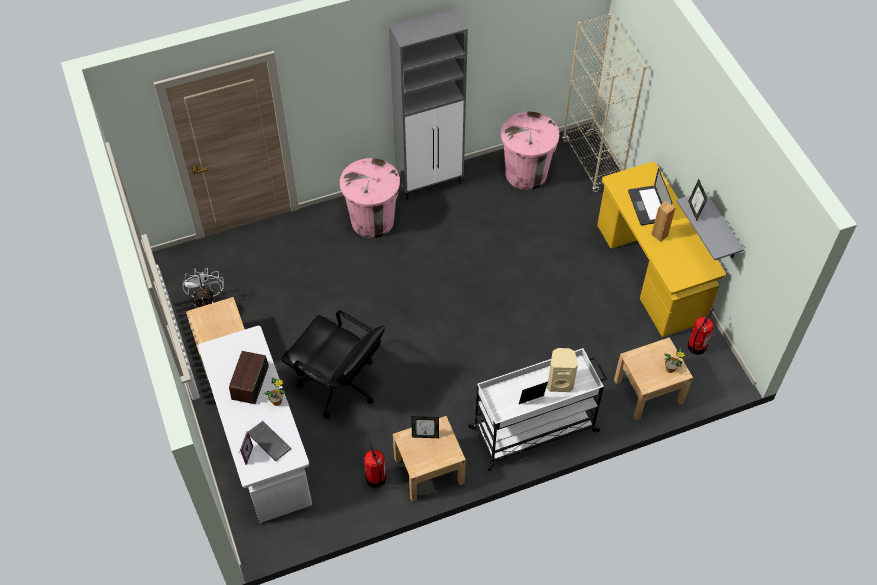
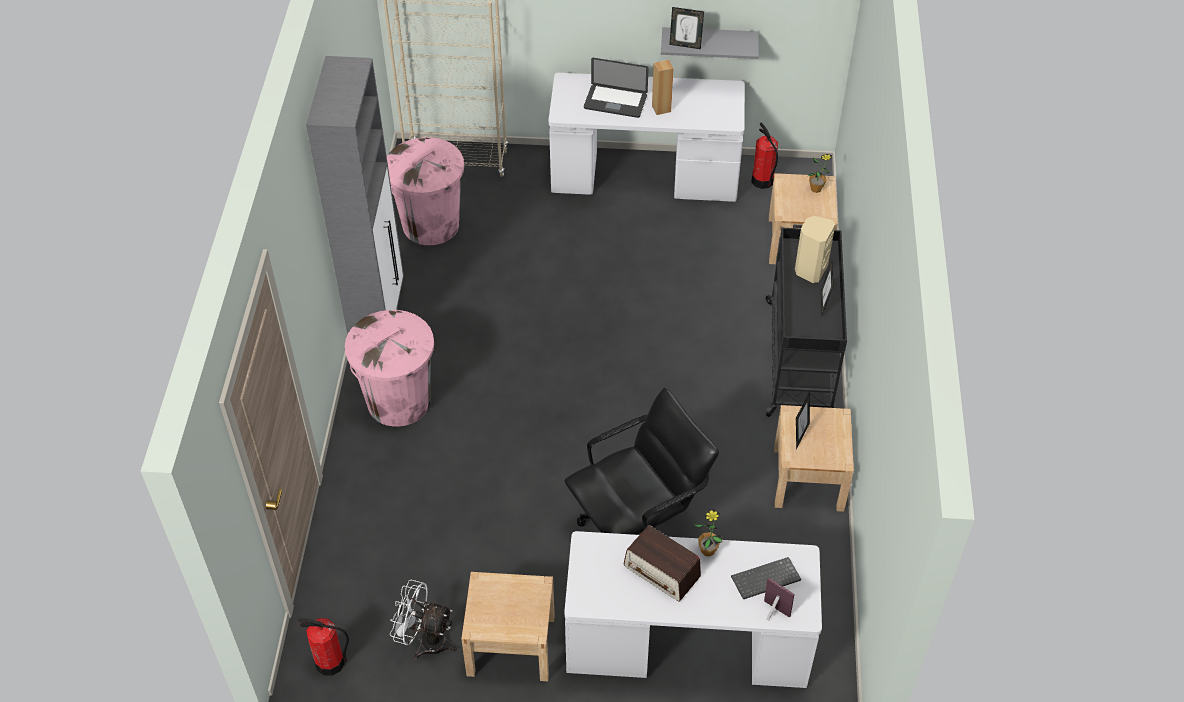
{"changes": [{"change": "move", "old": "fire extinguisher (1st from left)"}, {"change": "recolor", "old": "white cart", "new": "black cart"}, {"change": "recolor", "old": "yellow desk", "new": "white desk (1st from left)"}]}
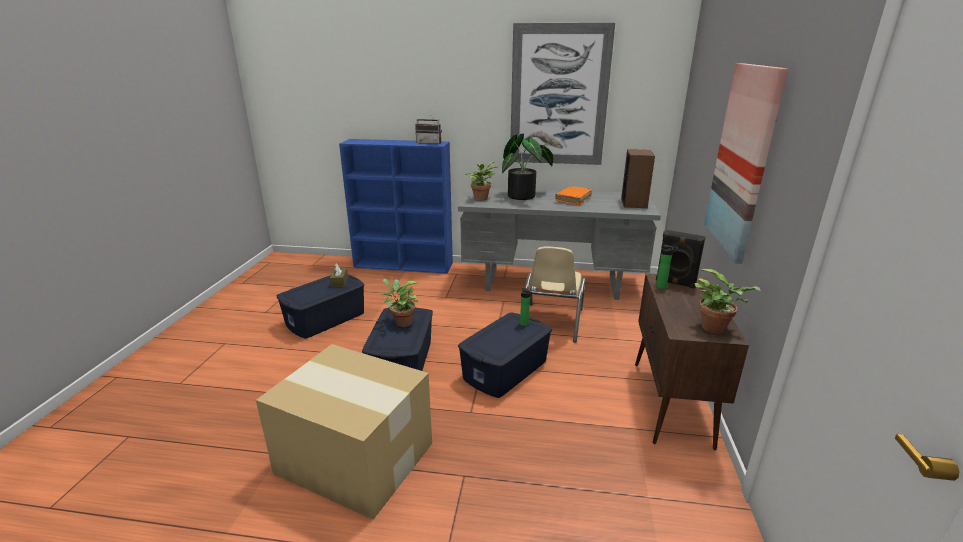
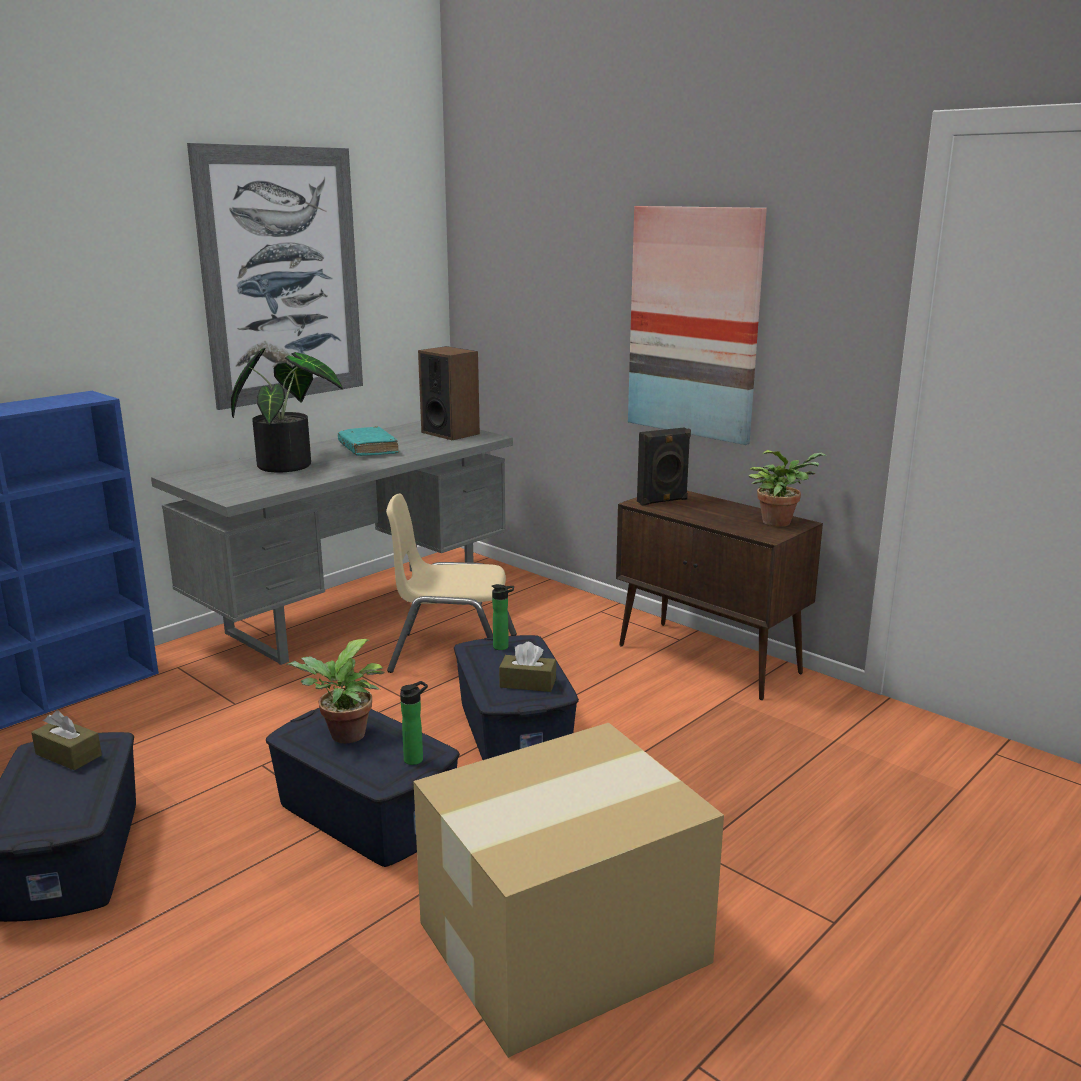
{"changes": [{"change": "delete", "old": "radio"}, {"change": "delete", "old": "potted plant (2nd from left)"}, {"change": "rotate", "old": "beige chair", "degrees": 135}, {"change": "recolor", "old": "orange book", "new": "turquoise book"}, {"change": "move", "old": "bottle (2nd from left in the first image)", "new": "bottle (1st from left)"}, {"change": "insert", "new": "brown tissue box (2nd from left)"}]}
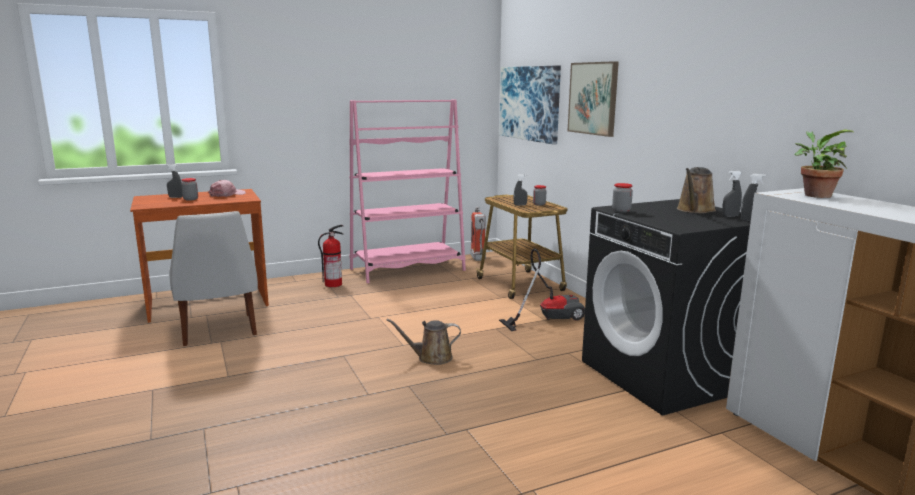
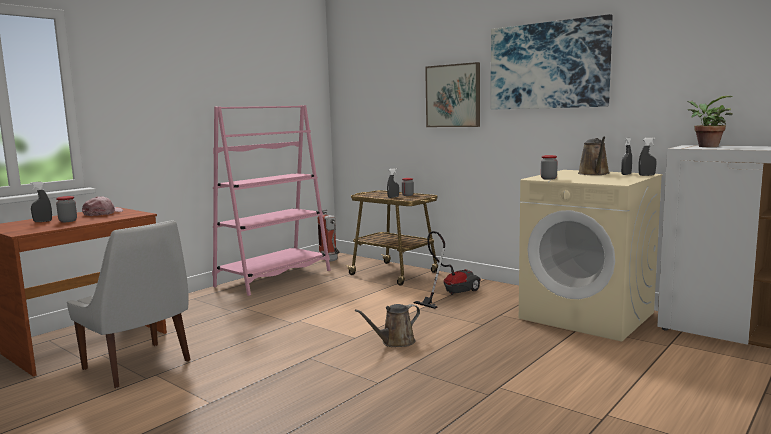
{"changes": [{"change": "delete", "old": "fire extinguisher (1st from left)"}, {"change": "move", "old": "picture (1st from left in the first image)", "new": "picture (2nd from left)"}, {"change": "recolor", "old": "black washing machine", "new": "beige washing machine"}]}
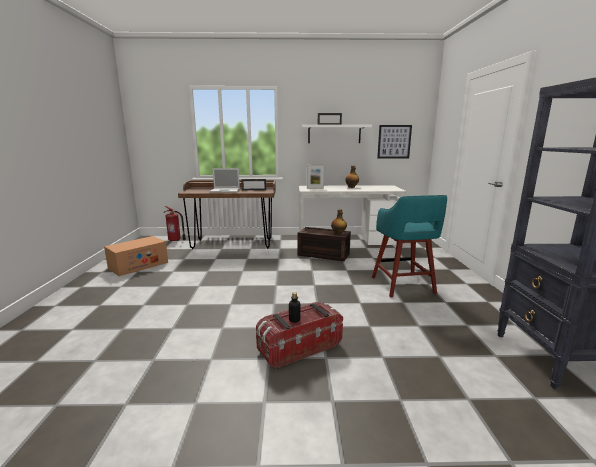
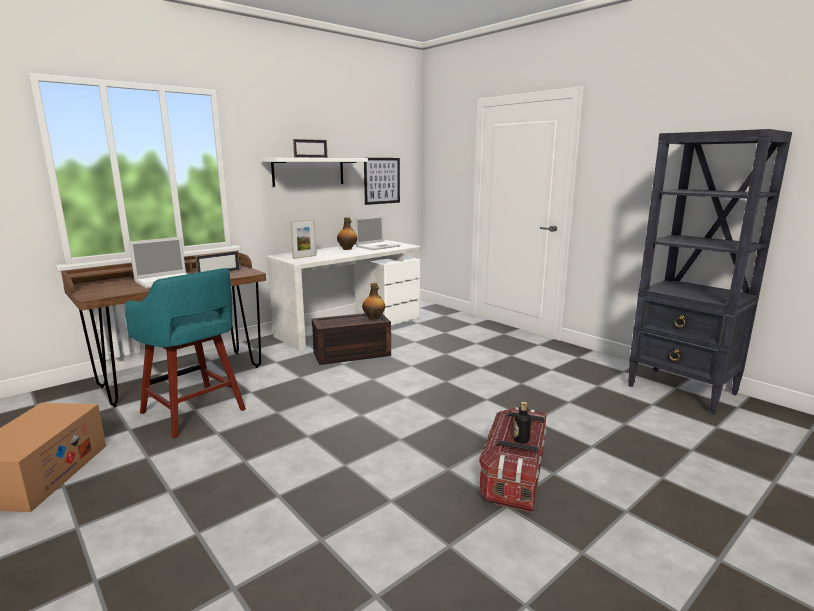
{"changes": [{"change": "delete", "old": "fire extinguisher"}, {"change": "move", "old": "turquoise stool"}, {"change": "insert", "new": "laptop (2nd from left)"}]}
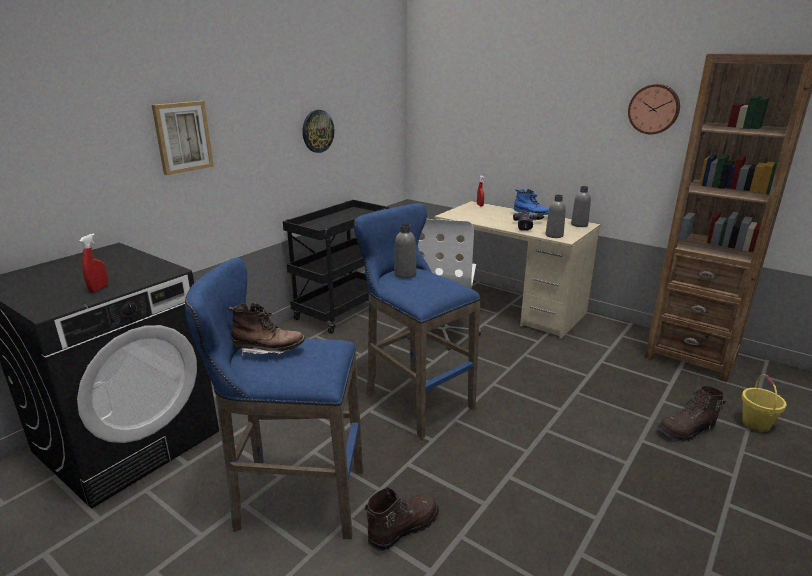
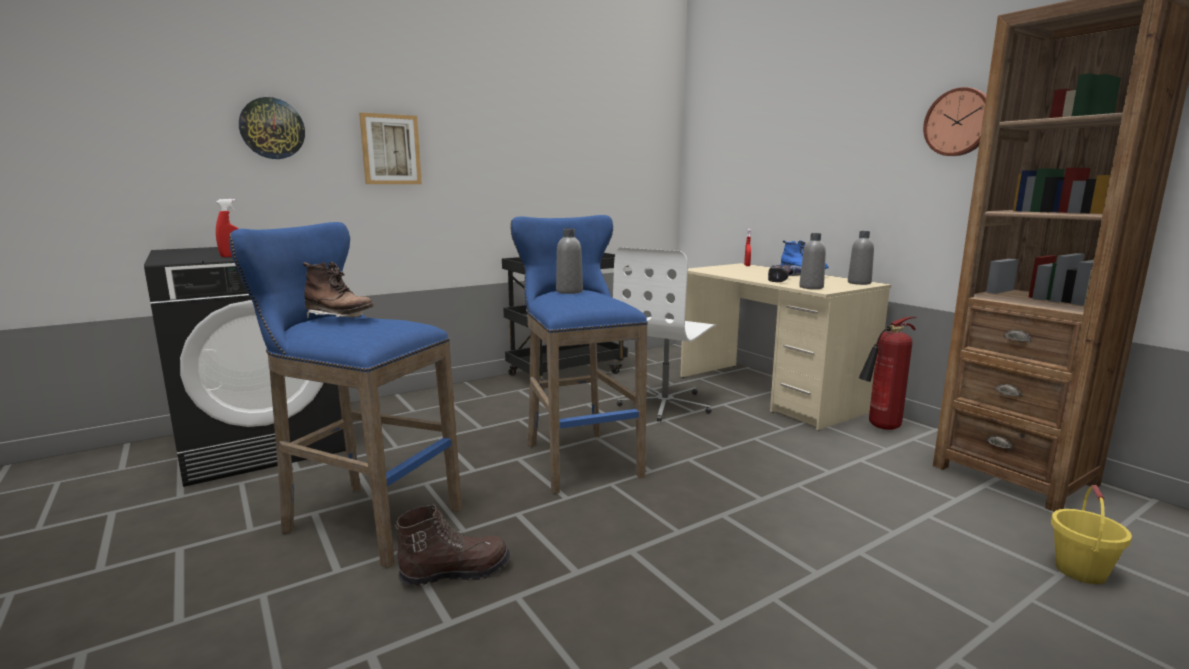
{"changes": [{"change": "move", "old": "wall clock (1st from left)"}, {"change": "delete", "old": "brown boot (3rd from left)"}, {"change": "insert", "new": "fire extinguisher"}]}
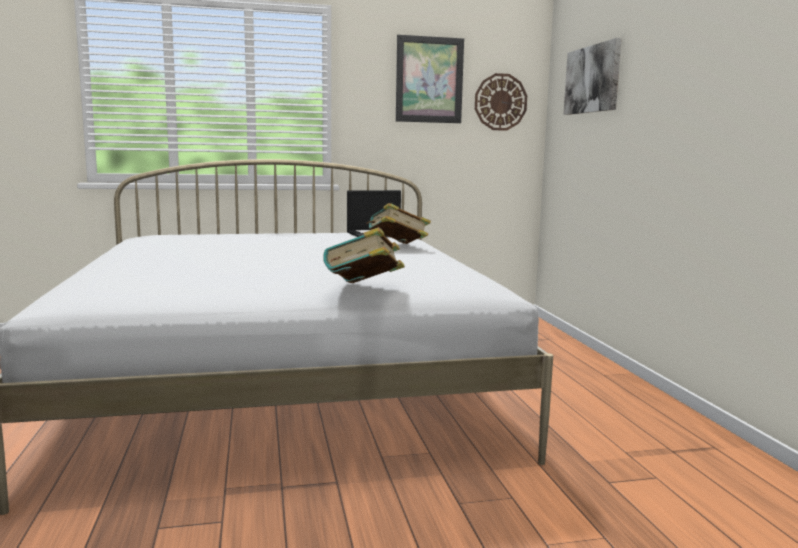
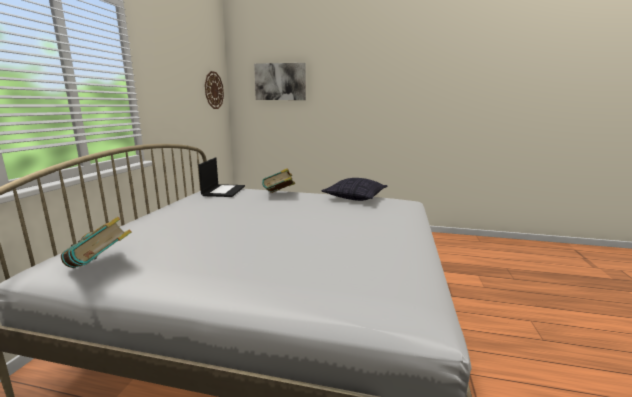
{"changes": [{"change": "move", "old": "book (1st from left)"}, {"change": "delete", "old": "picture (1st from left)"}, {"change": "insert", "new": "pillow"}]}
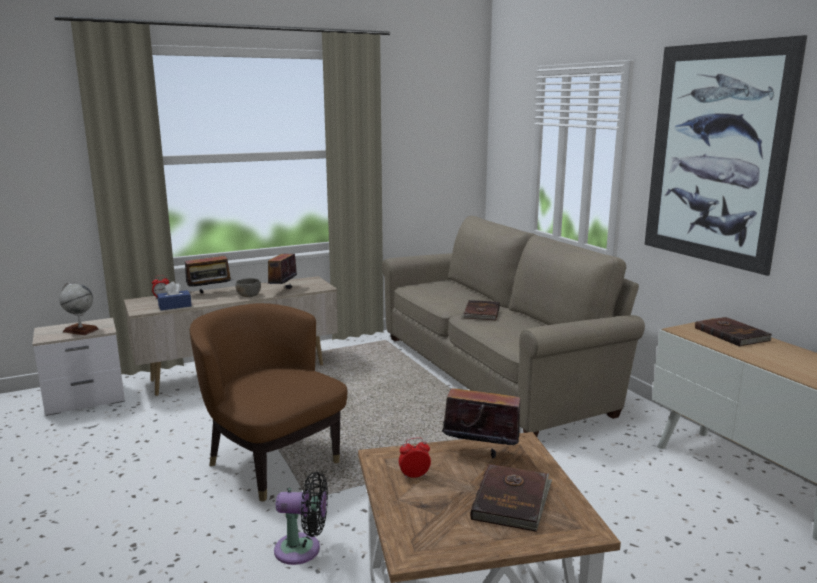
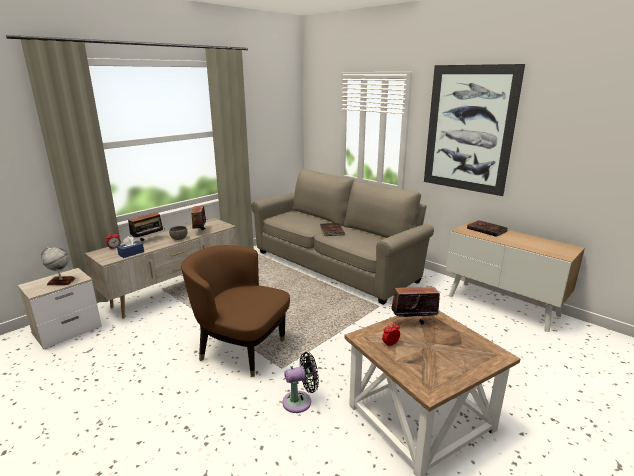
{"changes": [{"change": "delete", "old": "brown book (2nd from left)"}]}
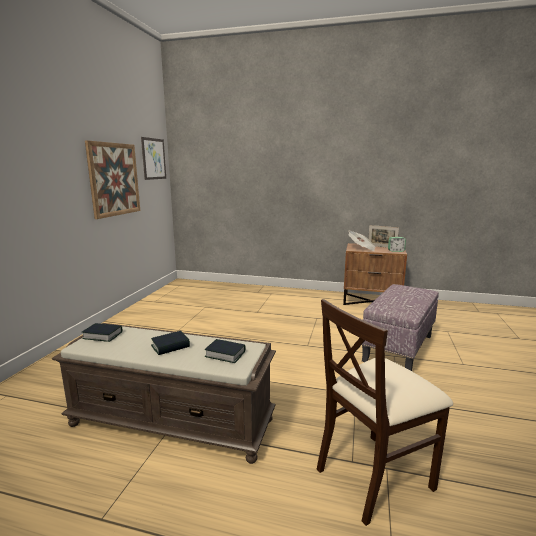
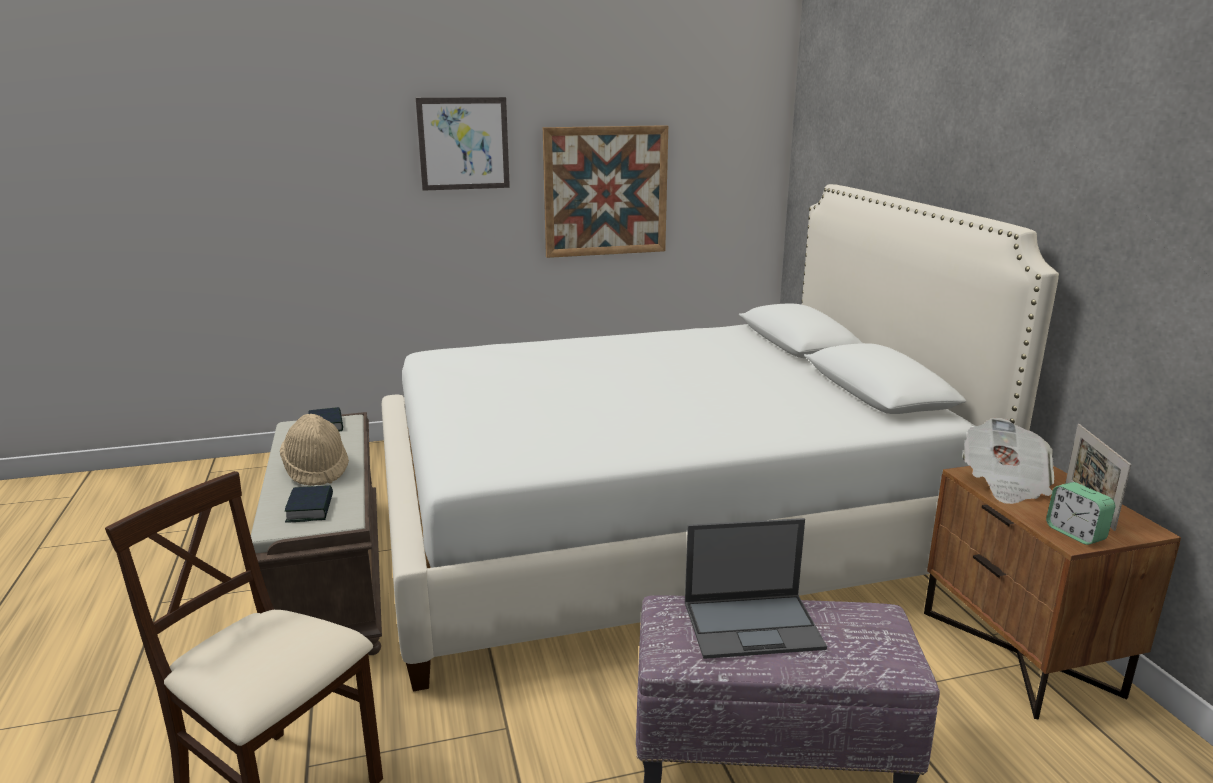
{"changes": [{"change": "move", "old": "picture (2nd from left in the first image)", "new": "picture (1st from left)"}, {"change": "replace", "old": "book (2nd from left)", "new": "beige hat"}, {"change": "insert", "new": "white bed"}, {"change": "insert", "new": "laptop"}]}
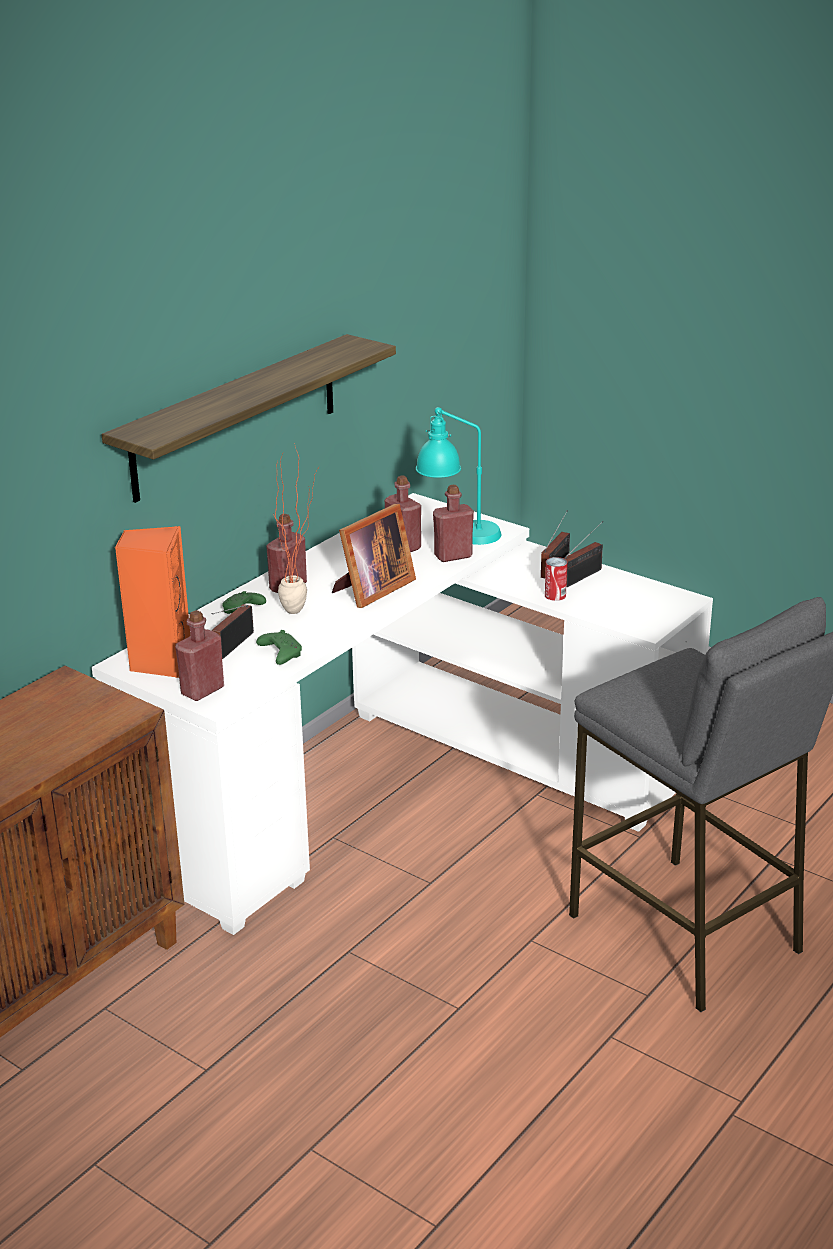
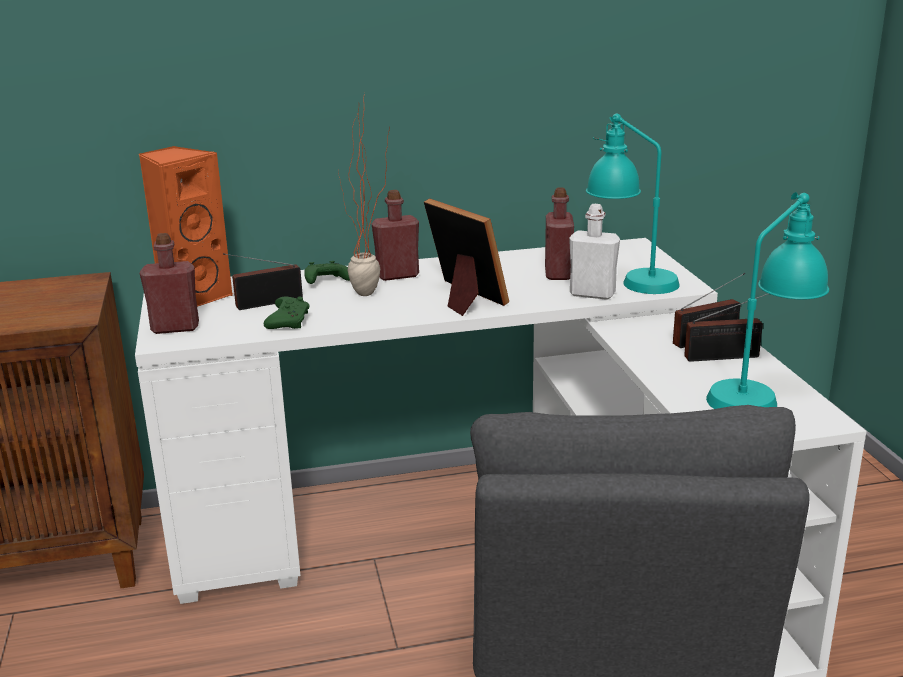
{"changes": [{"change": "delete", "old": "shelf"}, {"change": "rotate", "old": "picture frame", "degrees": -120}, {"change": "recolor", "old": "red bottle (4th from left)", "new": "white bottle"}, {"change": "delete", "old": "can"}, {"change": "insert", "new": "turquoise table lamp (2nd from left)"}]}
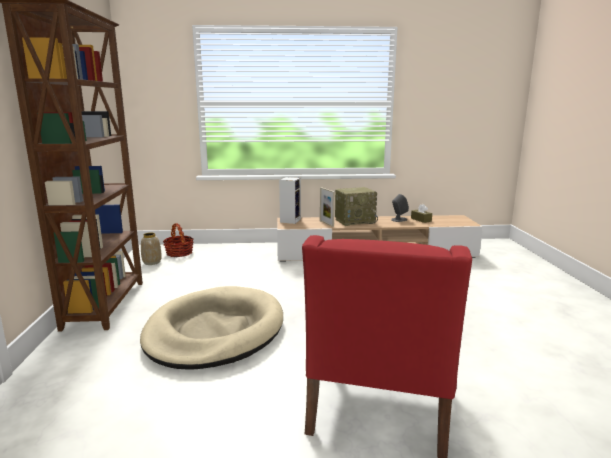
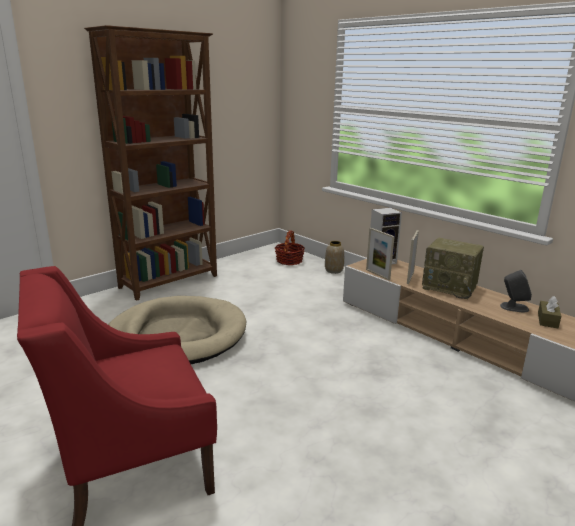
{"changes": [{"change": "move", "old": "vase"}, {"change": "insert", "new": "picture frame (1st from left)"}]}
